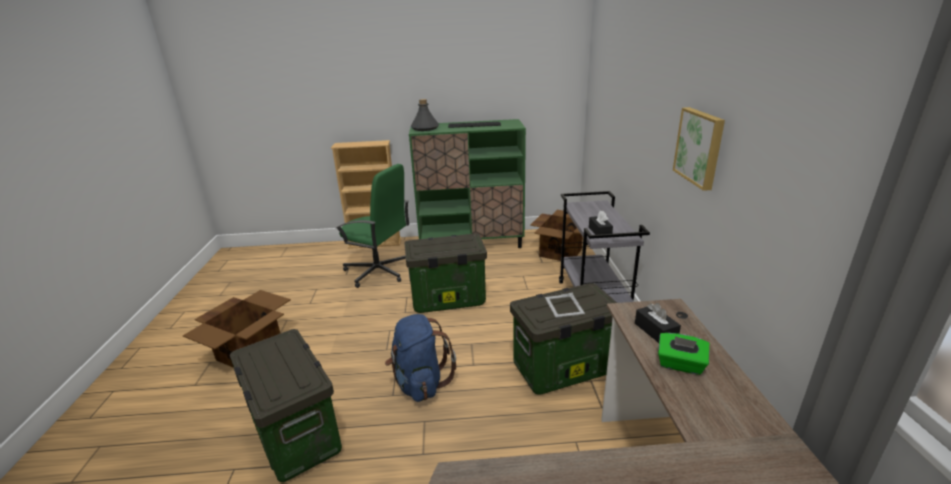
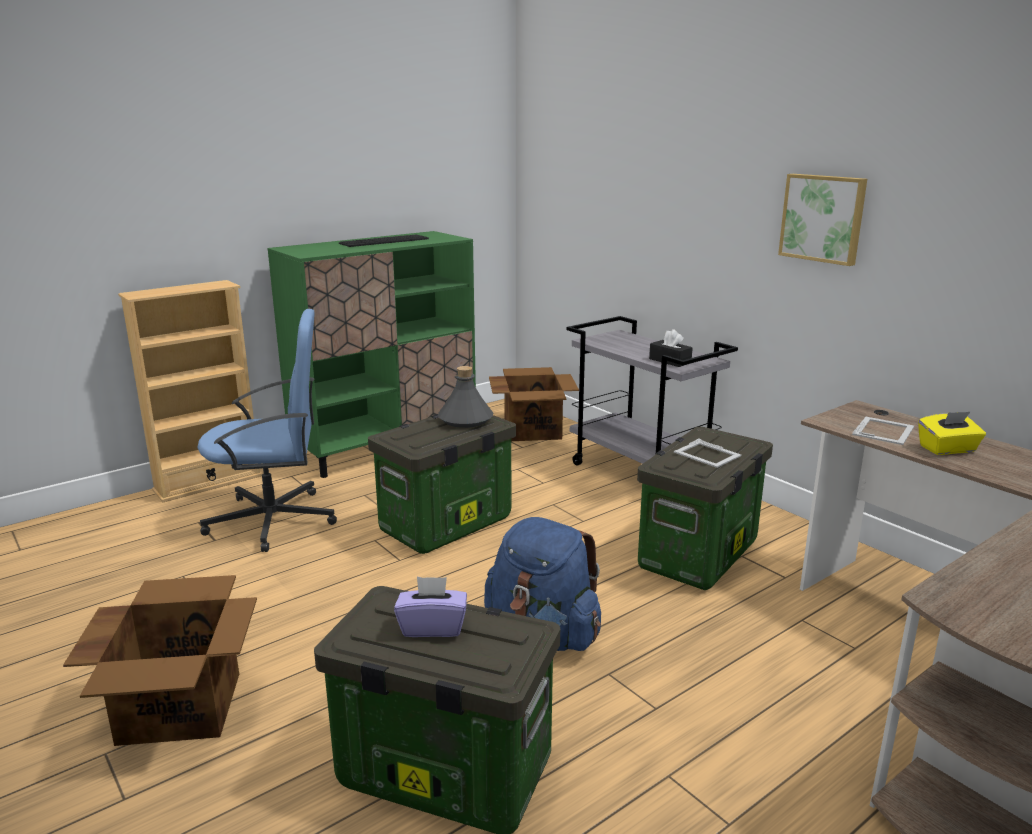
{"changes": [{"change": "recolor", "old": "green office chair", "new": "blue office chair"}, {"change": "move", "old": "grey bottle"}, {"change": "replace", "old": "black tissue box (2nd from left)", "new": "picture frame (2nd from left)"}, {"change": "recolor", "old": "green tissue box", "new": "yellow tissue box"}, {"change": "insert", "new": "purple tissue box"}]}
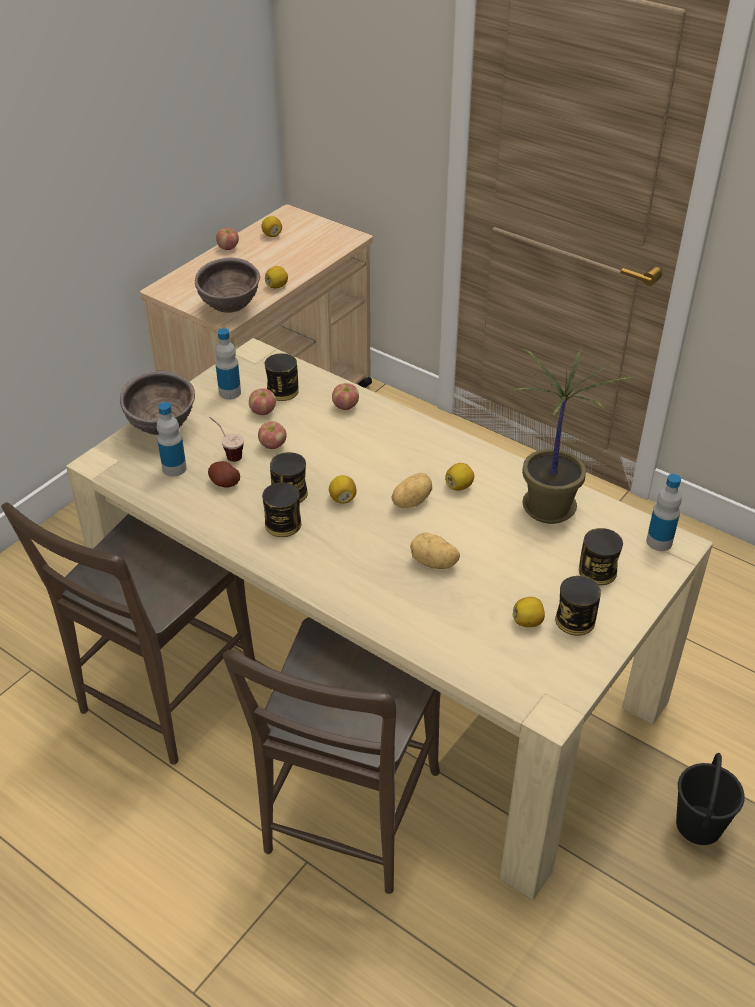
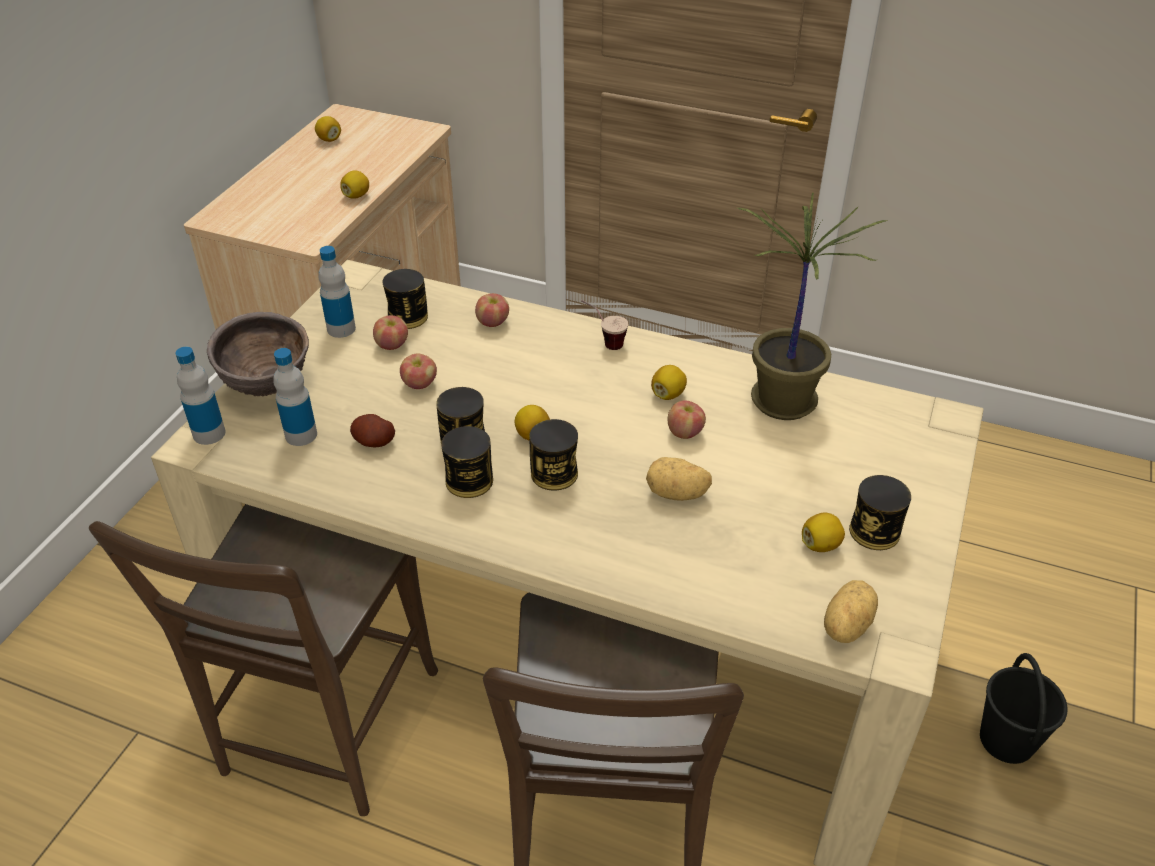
{"changes": [{"change": "delete", "old": "brown bowl (2nd from left)"}, {"change": "move", "old": "cup"}, {"change": "move", "old": "apple (1st from left in the first image)", "new": "apple (4th from left)"}, {"change": "move", "old": "potato (2nd from left in the first image)", "new": "potato (3rd from left)"}, {"change": "move", "old": "can (5th from left in the first image)", "new": "can (4th from left)"}, {"change": "move", "old": "bottle (3rd from left in the first image)", "new": "bottle (1st from left)"}]}
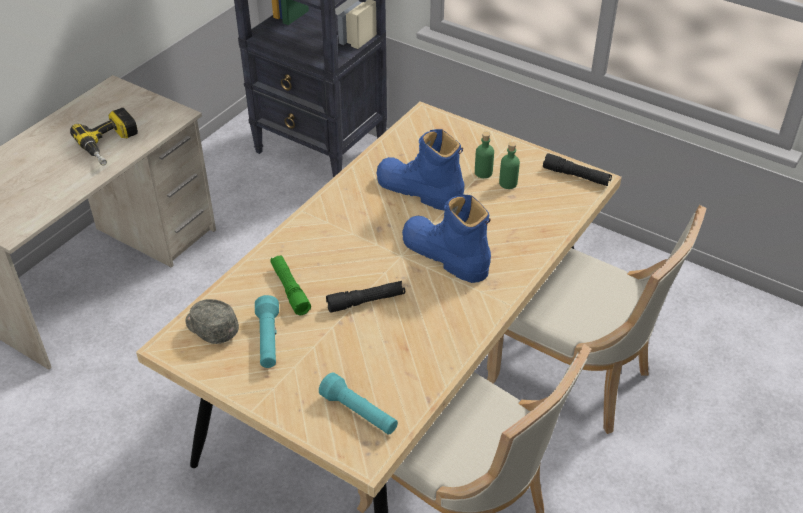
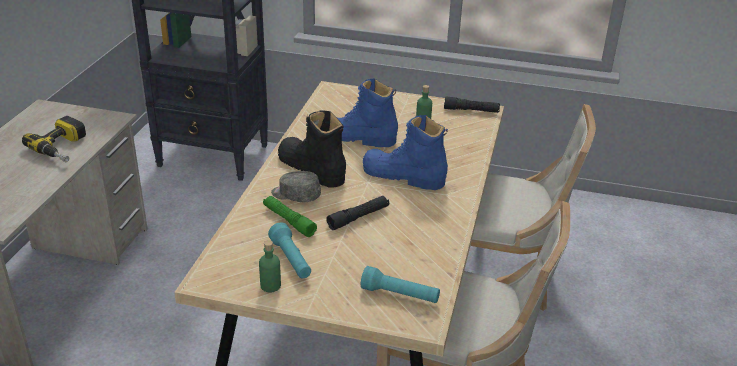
{"changes": [{"change": "move", "old": "grey cap"}, {"change": "move", "old": "green bottle (1st from left)"}, {"change": "insert", "new": "black boot"}]}
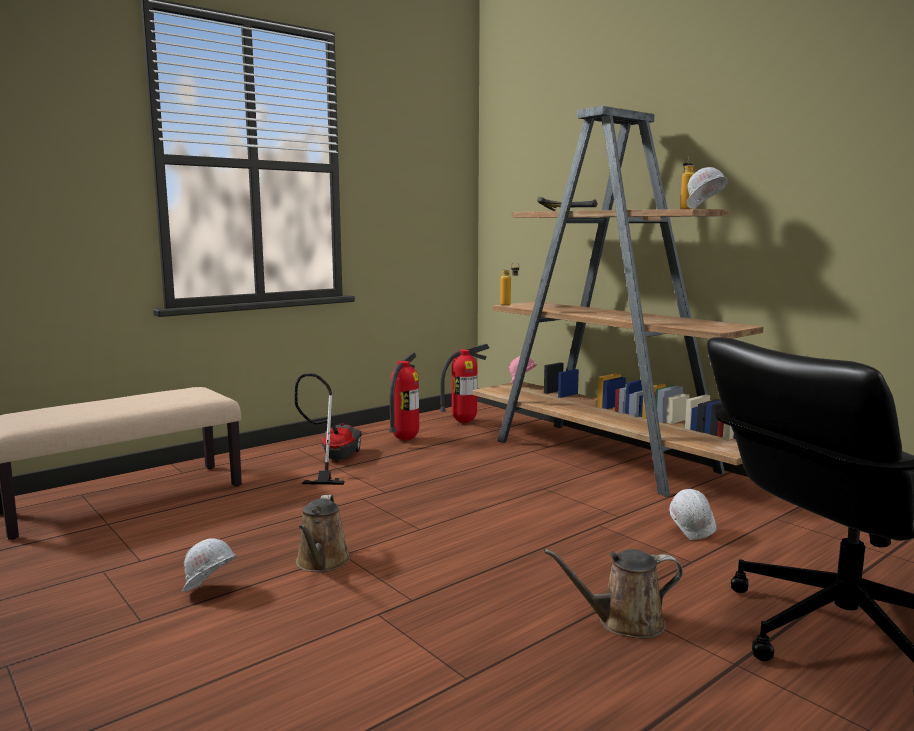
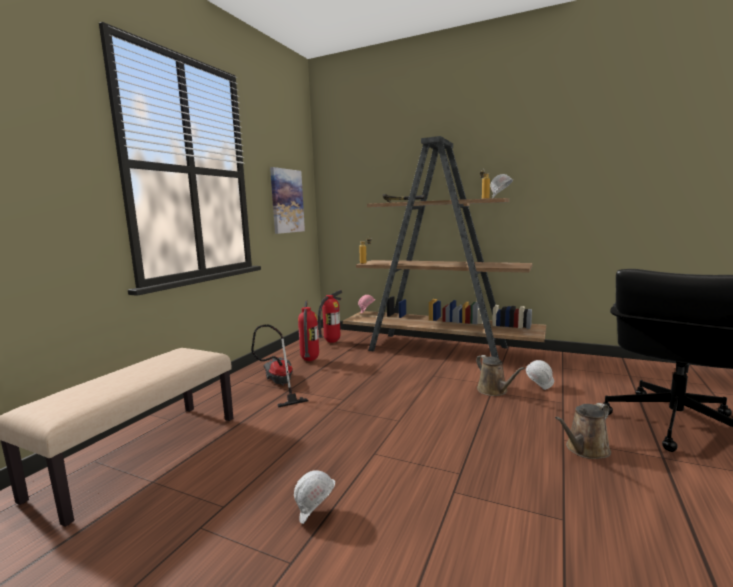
{"changes": [{"change": "move", "old": "brown watering can (1st from left)"}, {"change": "insert", "new": "picture"}]}
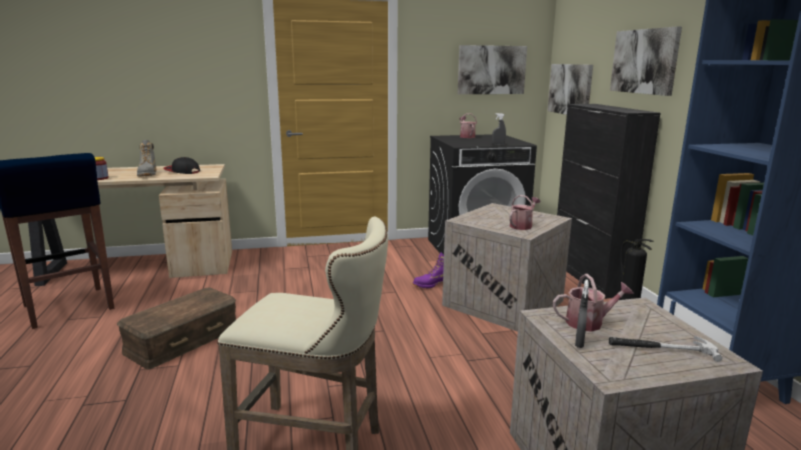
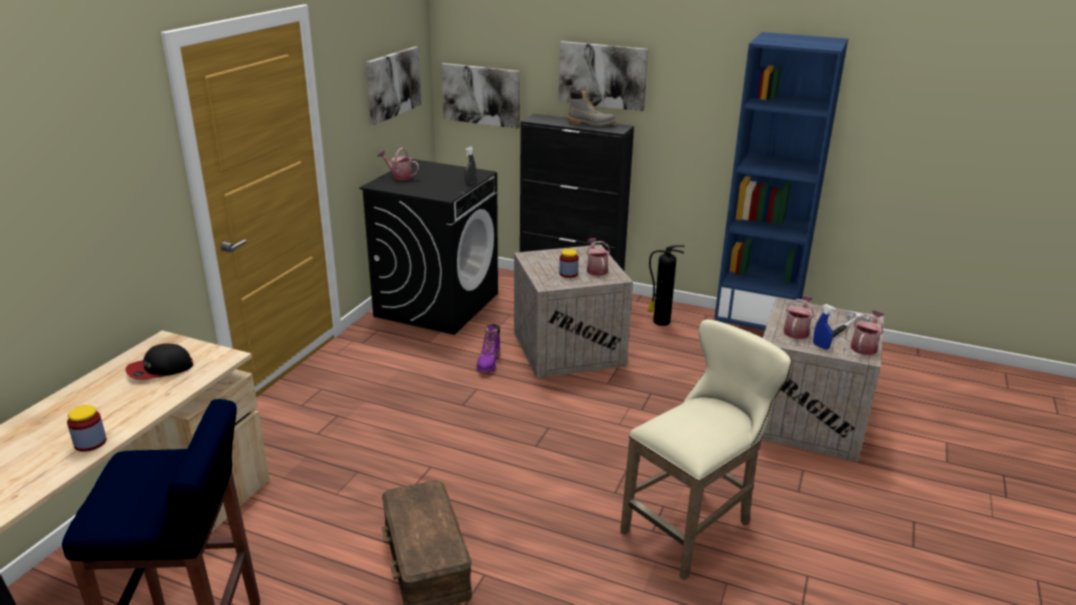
{"changes": [{"change": "move", "old": "grey boot"}, {"change": "recolor", "old": "grey spray bottle (2nd from left)", "new": "blue spray bottle"}, {"change": "insert", "new": "jar (2nd from left)"}, {"change": "insert", "new": "watering can (4th from left)"}]}
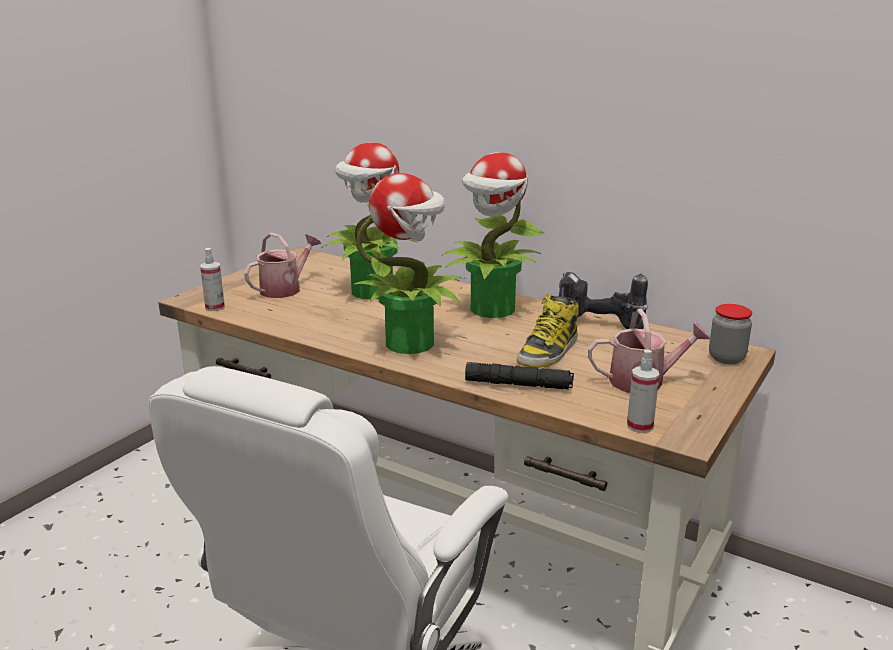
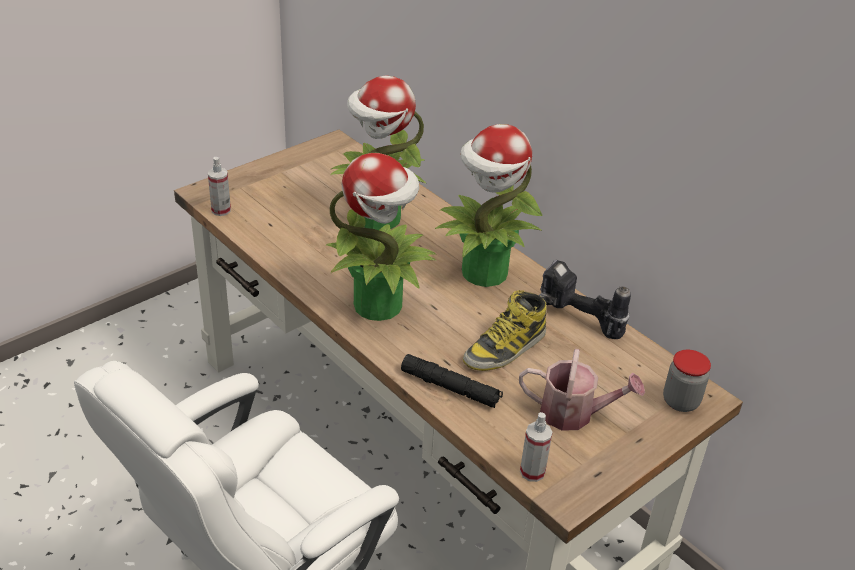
{"changes": [{"change": "delete", "old": "watering can (1st from left)"}]}
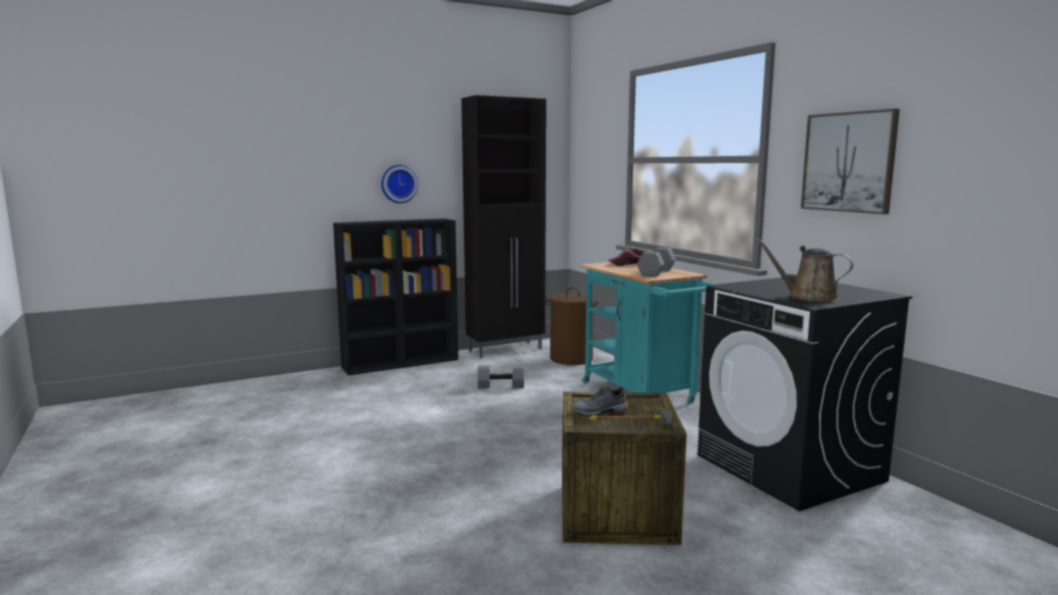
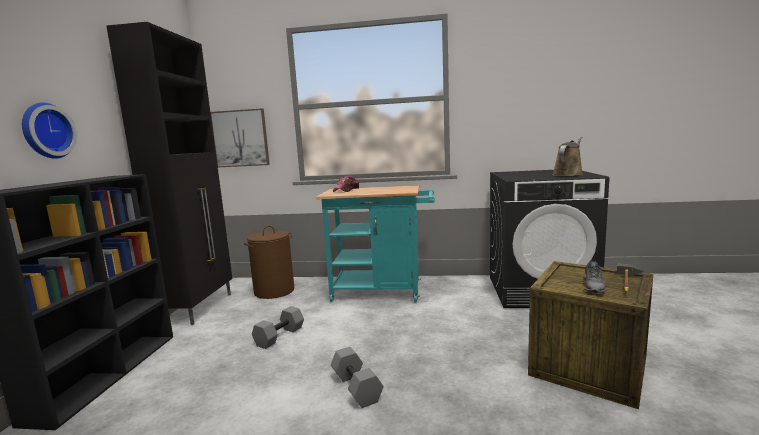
{"changes": [{"change": "move", "old": "grey dumbbell (2nd from left)"}, {"change": "rotate", "old": "brown watering can", "degrees": 150}, {"change": "move", "old": "picture"}]}
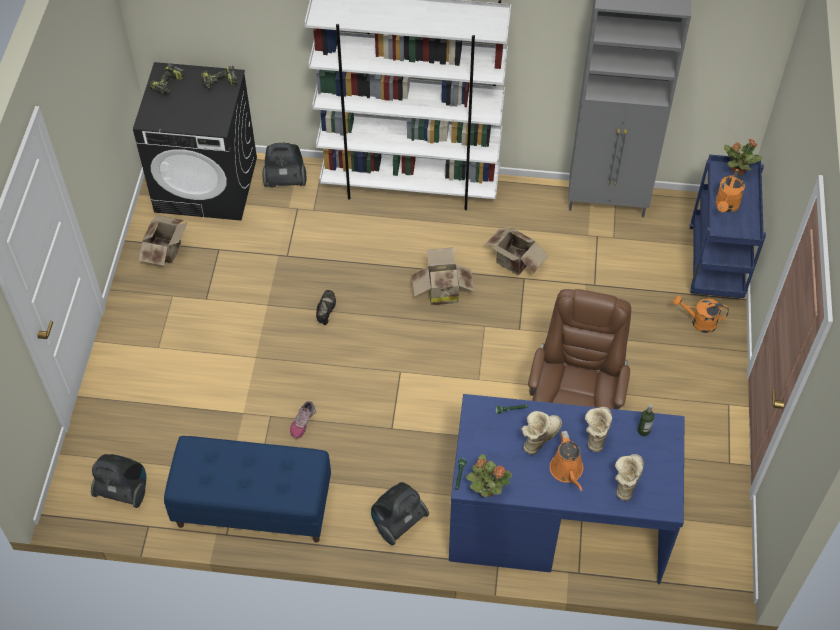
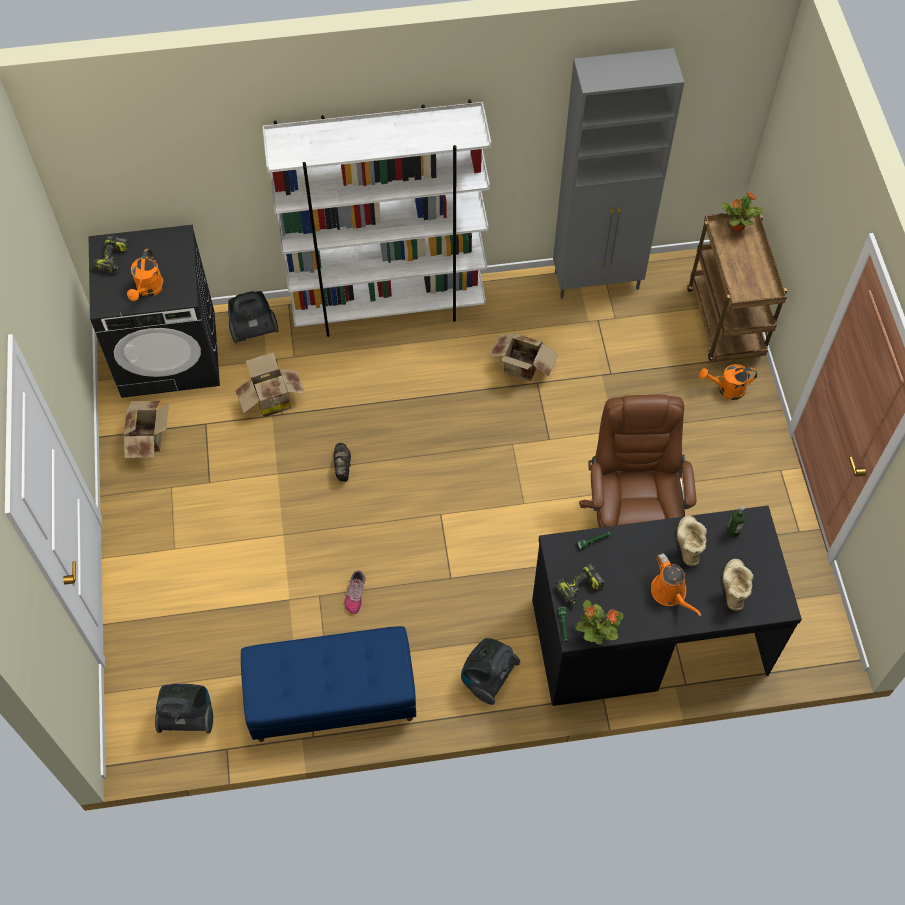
{"changes": [{"change": "move", "old": "power drill (2nd from left)"}, {"change": "move", "old": "cardboard box (2nd from left)"}, {"change": "recolor", "old": "blue desk", "new": "black desk"}, {"change": "delete", "old": "boot (1st from left)"}, {"change": "recolor", "old": "blue cart", "new": "brown cart"}, {"change": "move", "old": "orange watering can (3rd from left in the first image)", "new": "orange watering can (1st from left)"}]}
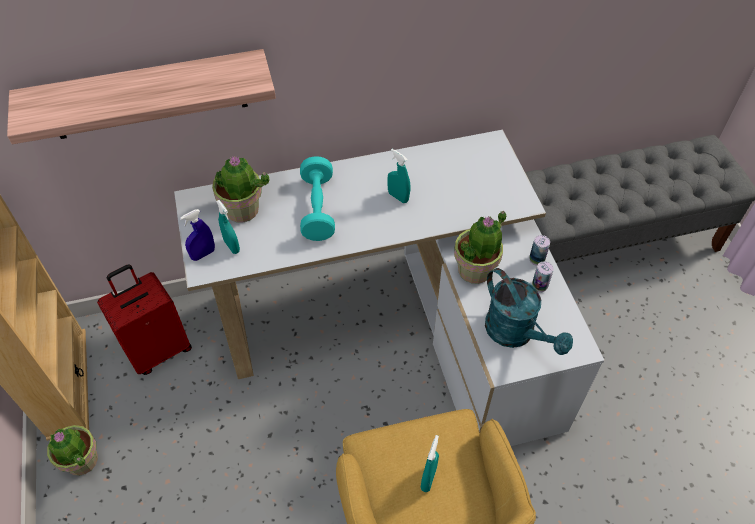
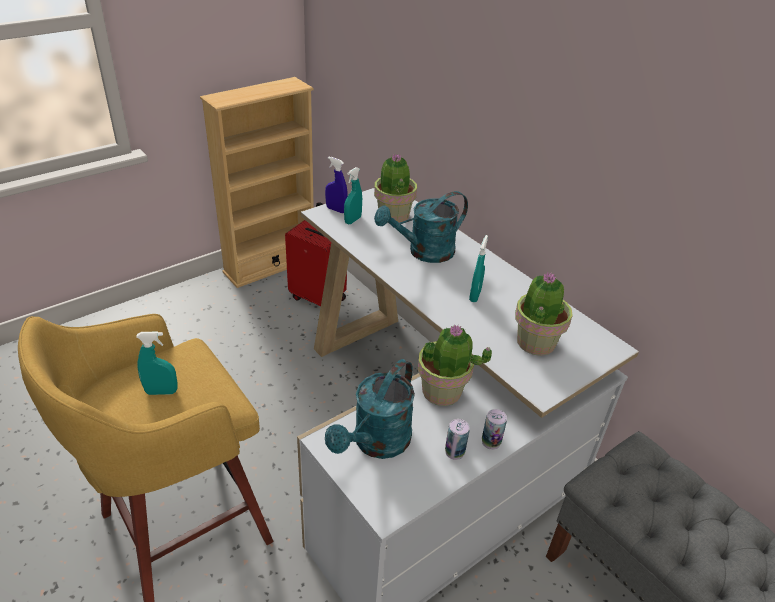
{"changes": [{"change": "delete", "old": "shelf"}, {"change": "move", "old": "potted plant (1st from left in the first image)", "new": "potted plant (3rd from left)"}, {"change": "replace", "old": "turquoise dumbbell", "new": "turquoise watering can (2nd from left)"}]}
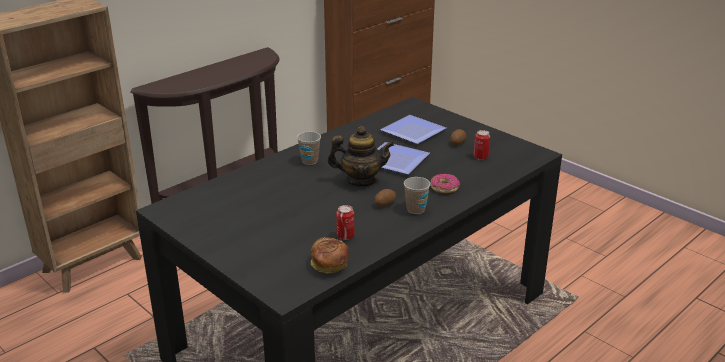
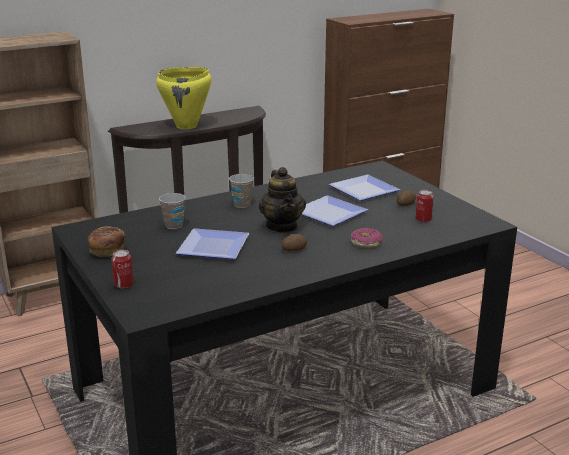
{"changes": [{"change": "move", "old": "bread"}, {"change": "rotate", "old": "teapot", "degrees": 60}, {"change": "move", "old": "can (1st from left)"}, {"change": "move", "old": "cup (2nd from left in the first image)", "new": "cup (1st from left)"}, {"change": "insert", "new": "yellow cooking pot"}, {"change": "insert", "new": "plate (1st from left)"}]}
